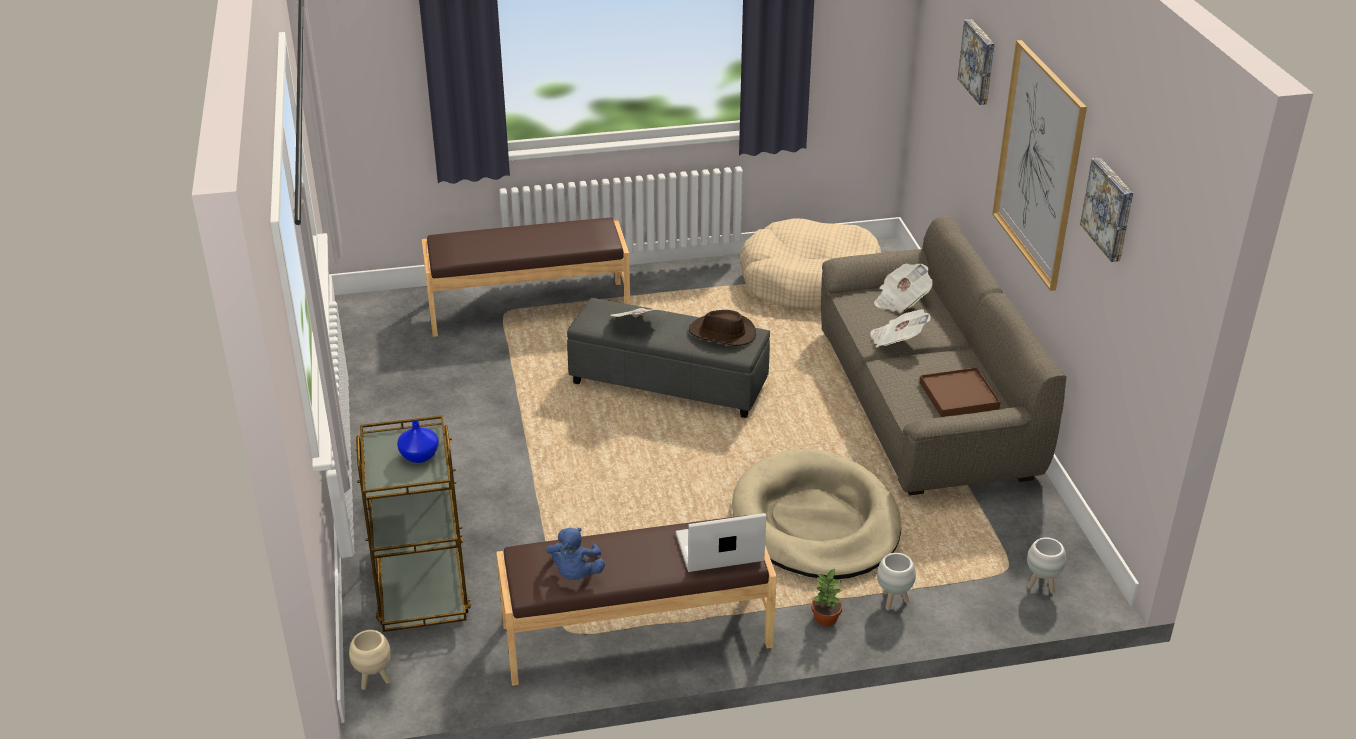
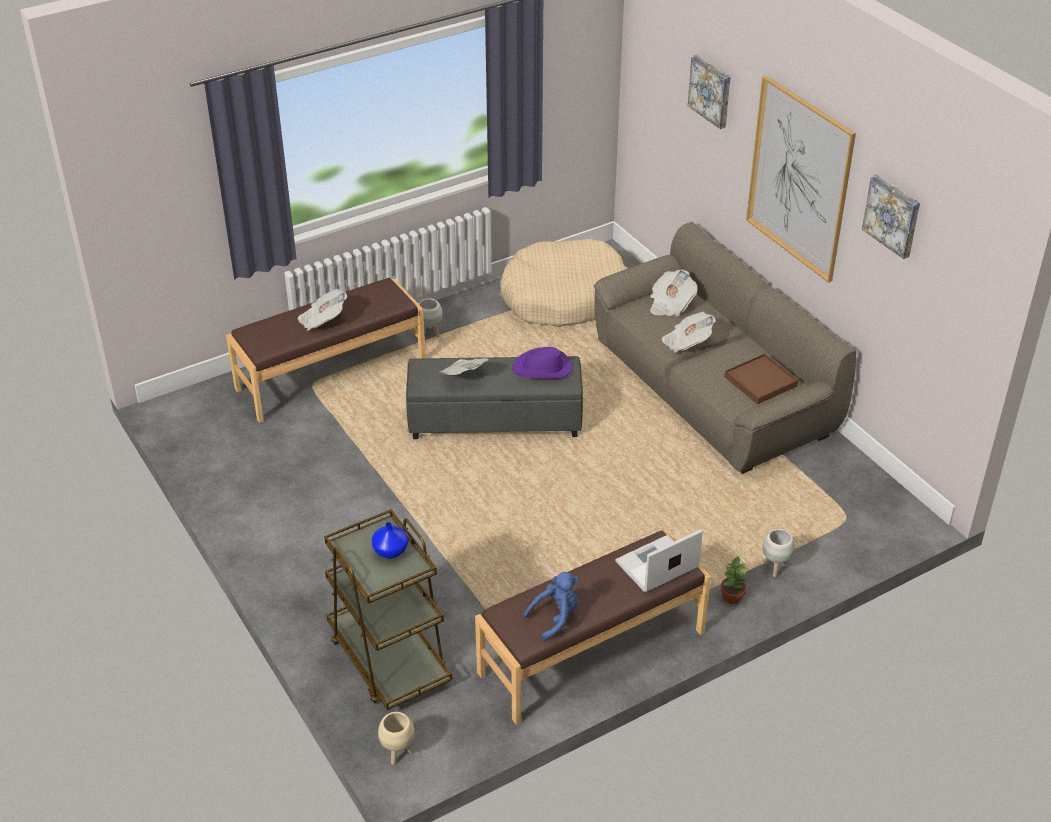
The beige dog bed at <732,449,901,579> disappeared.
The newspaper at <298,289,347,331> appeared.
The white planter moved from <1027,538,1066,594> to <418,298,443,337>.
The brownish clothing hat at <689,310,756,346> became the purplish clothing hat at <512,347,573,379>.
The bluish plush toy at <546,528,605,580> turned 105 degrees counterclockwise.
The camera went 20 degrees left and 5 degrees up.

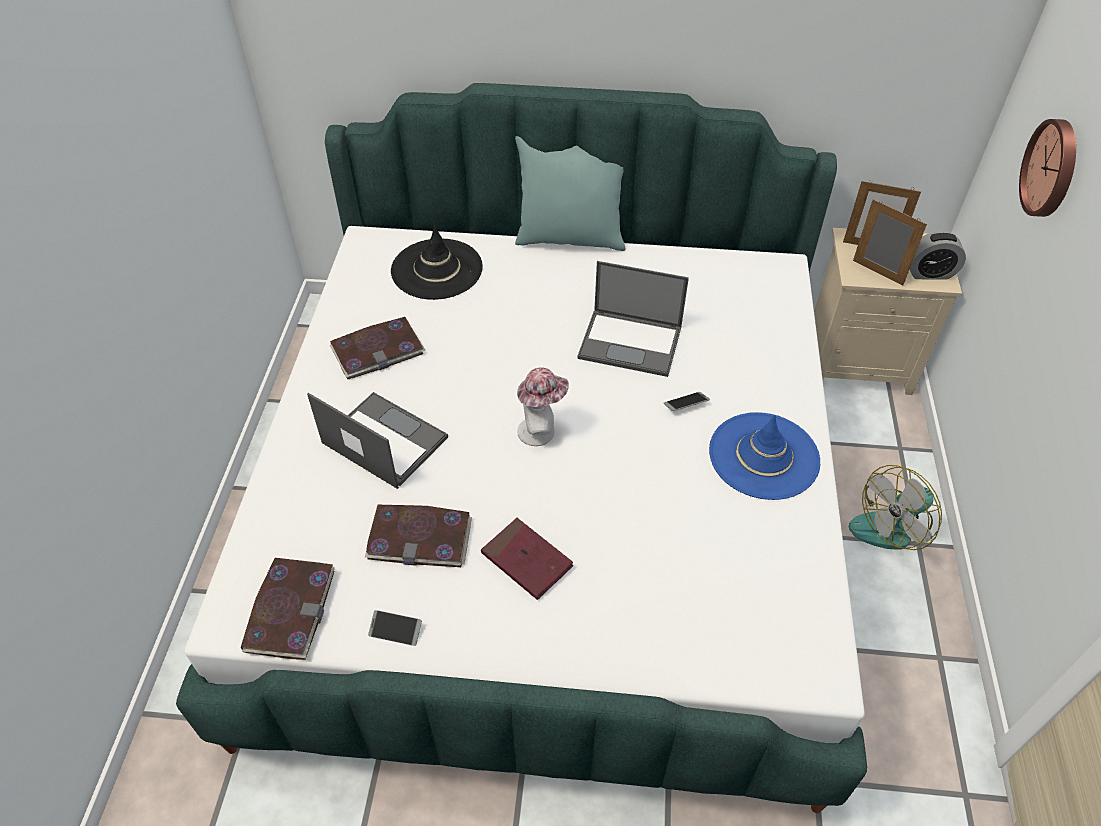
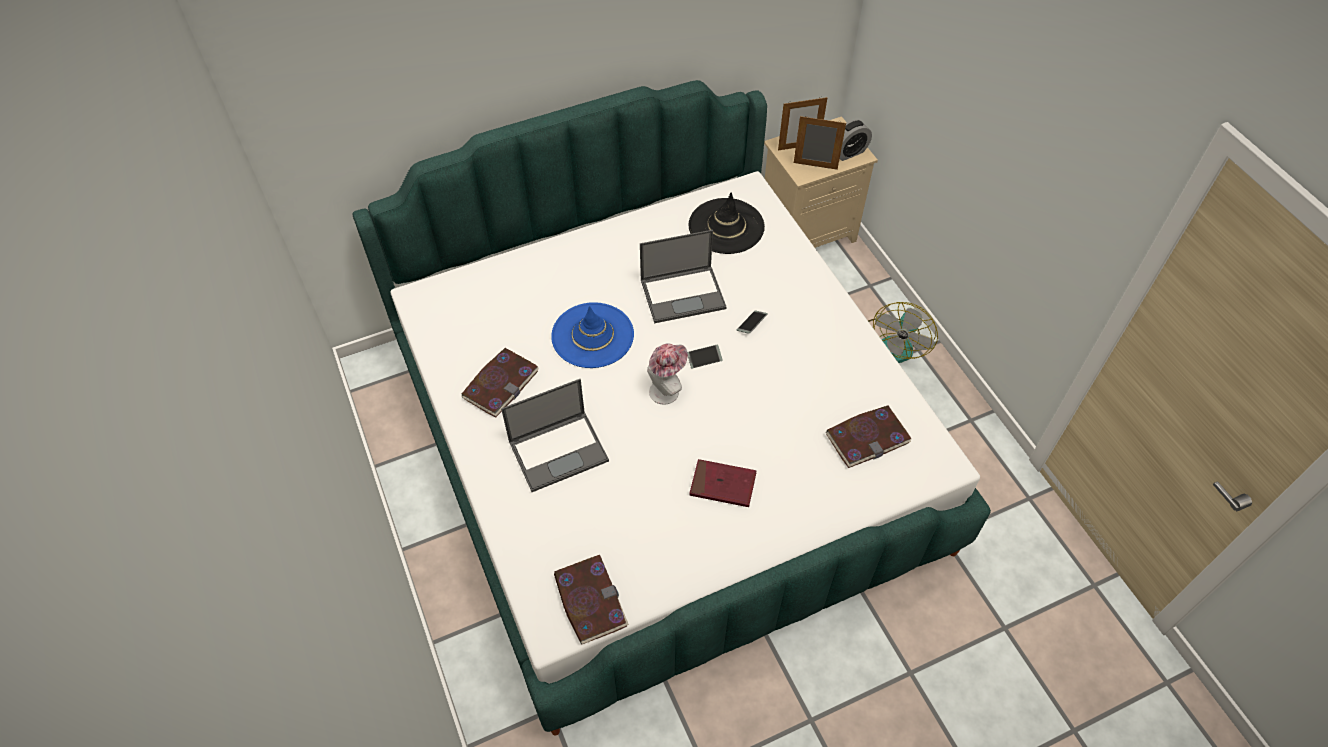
The blue-green pillow at <515,136,625,251> disappeared.
The clock on the wall at <1019,119,1076,217> disappeared.
The bound book moved from <365,505,472,567> to <826,405,911,468>.
The handset moved from <368,610,422,646> to <687,345,723,368>.
The blackish clothing hat moved from <391,225,483,300> to <688,192,765,254>.
The bluish clothing hat moved from <709,412,820,500> to <551,302,634,368>.
The notebook computer at <307,392,448,489> turned 150 degrees clockwise.
The camera went 30 degrees left and 5 degrees up.

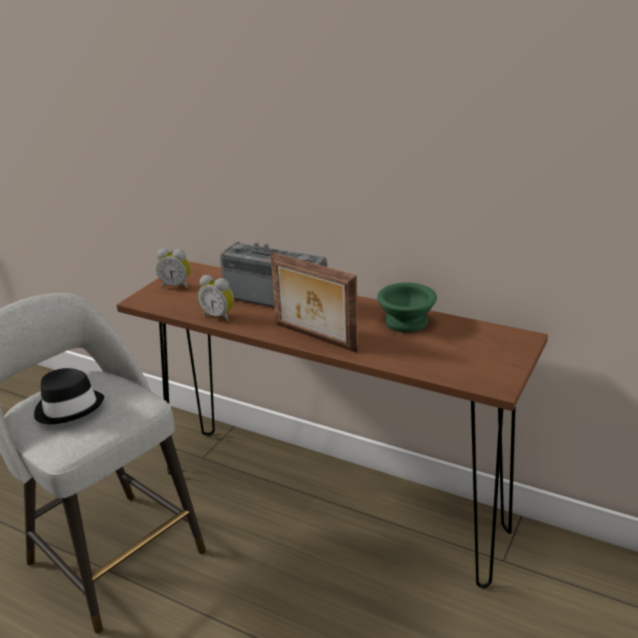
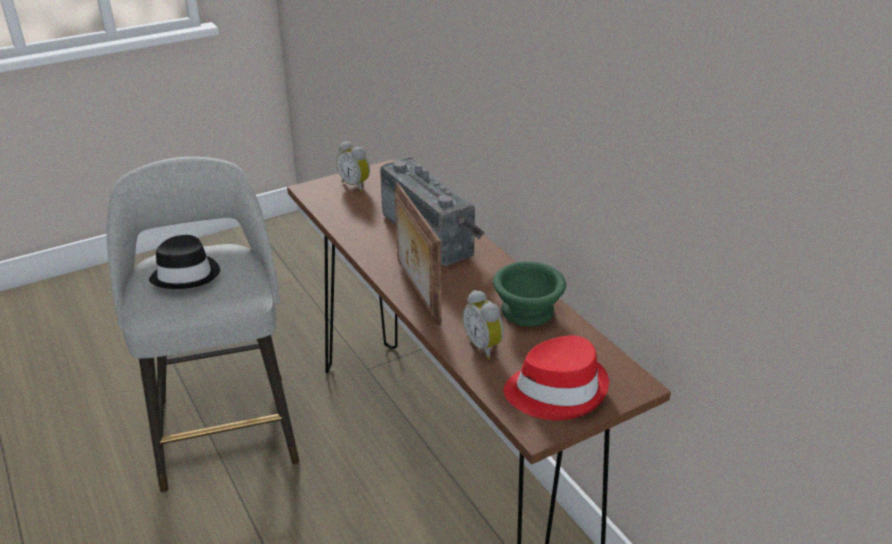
The reddish clothing hat at <504,335,609,420> appeared.
The bedside clock moved from <198,275,234,322> to <463,290,504,359>.
The camera went 30 degrees right and 5 degrees up.

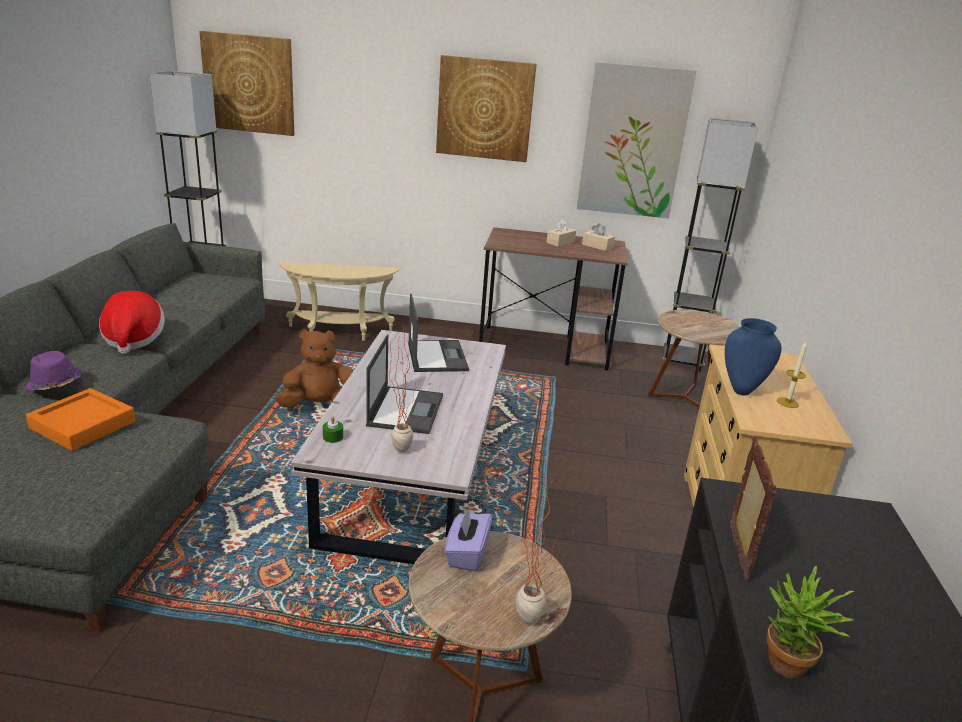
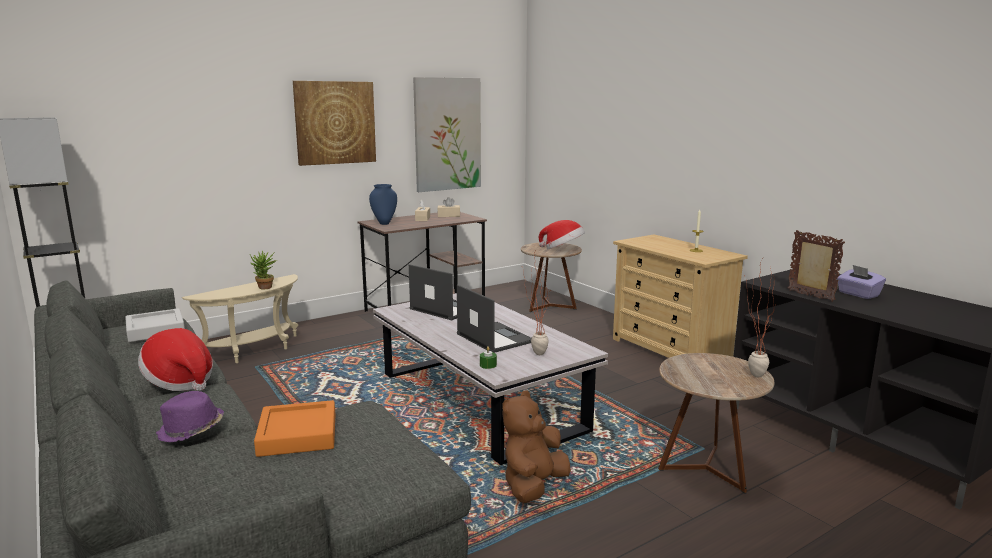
The wall picture at <199,31,294,136> disappeared.
The grey standard lamp at <663,117,759,372> disappeared.
The grey carrying tray at <125,308,185,342> appeared.
The clothing hat at <539,220,585,249> appeared.
The brownish plush toy moved from <276,329,354,408> to <502,391,571,503>.
The purplish tissue holder moved from <444,508,492,572> to <837,265,886,299>.
The bluish vase moved from <725,318,781,396> to <369,184,397,225>.
The plant in a pot moved from <767,566,854,679> to <250,250,277,289>.
The camera went 40 degrees left and 10 degrees down.

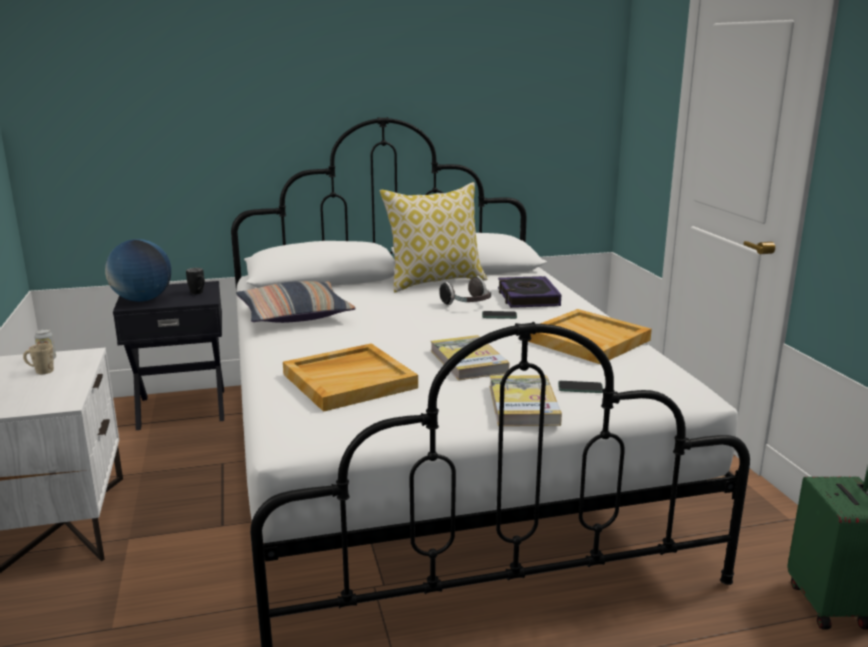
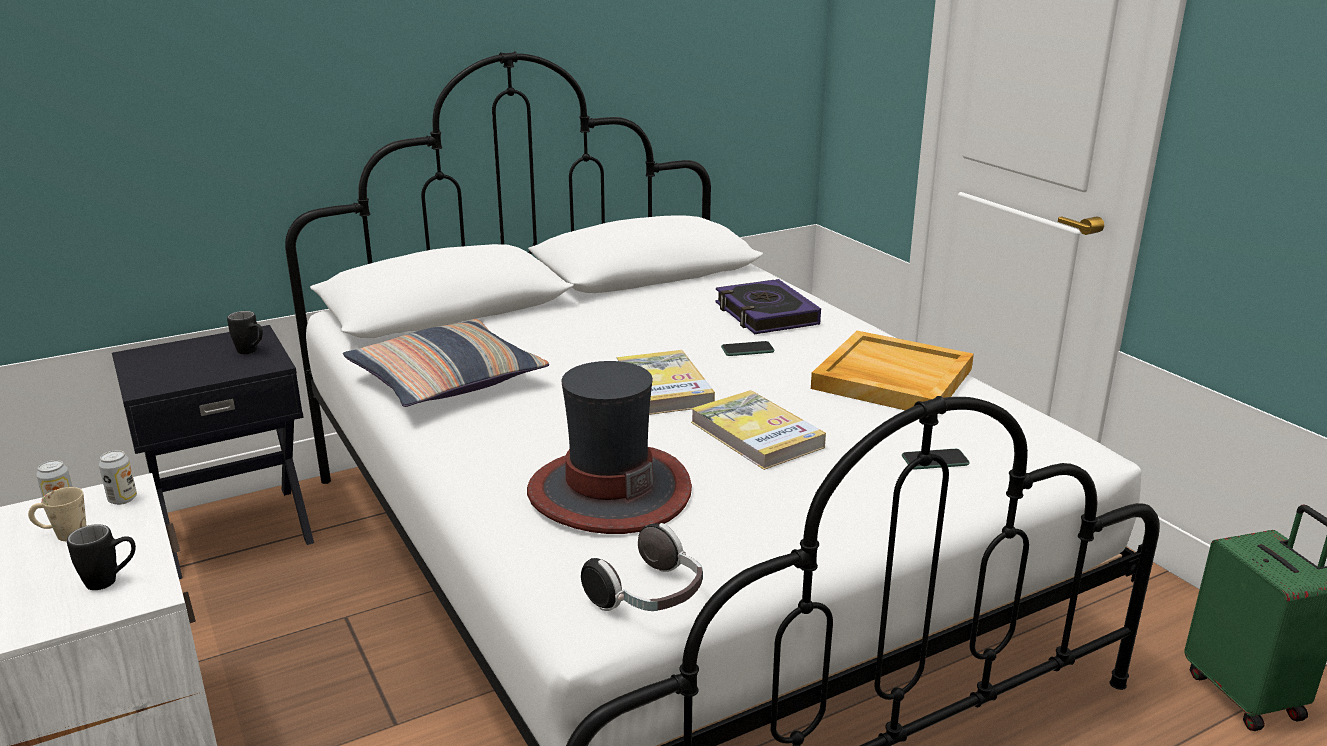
The world globe at <105,239,171,302> disappeared.
The pillow at <380,182,487,292> disappeared.
The blackish mug at <67,524,136,590> appeared.
The can at <99,450,137,505> appeared.
The headphones moved from <439,276,491,306> to <581,523,703,611>.
The bound book moved from <490,375,562,426> to <617,350,715,415>.
The beige carrying tray at <283,343,418,412> was replaced by the clothing hat at <527,361,692,534>.
The camera went 15 degrees left and 5 degrees up.

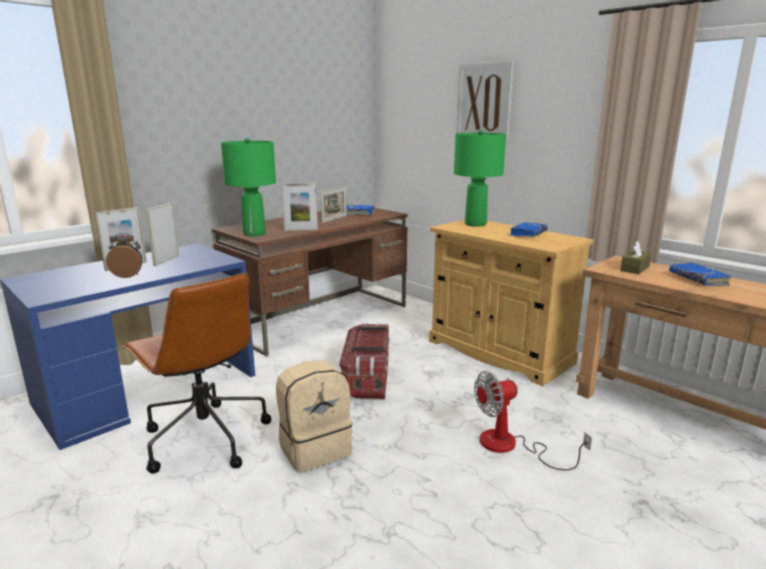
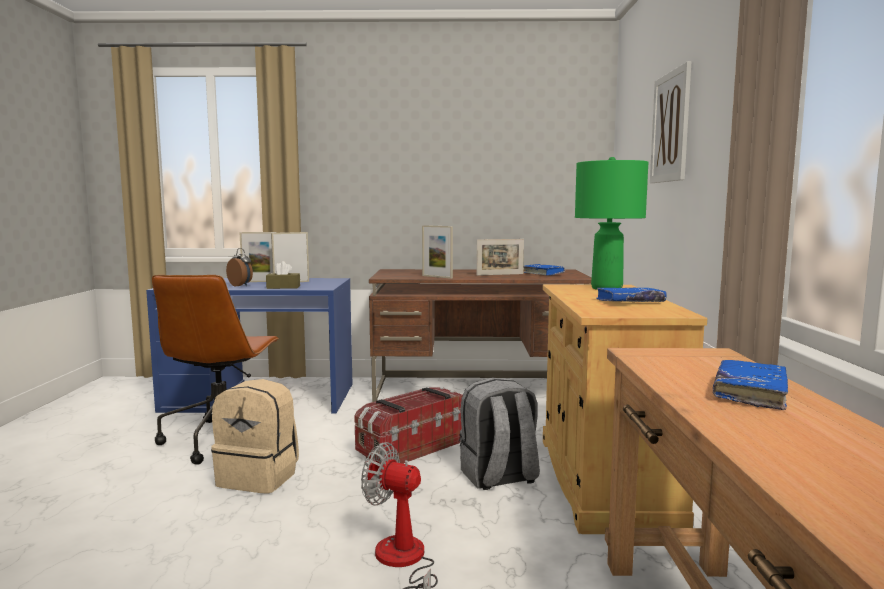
The green-coloured table lamp at <221,138,276,236> disappeared.
The grey backpack at <459,378,540,490> appeared.
The brownish tissue holder moved from <620,241,652,274> to <266,261,300,289>.
The camera went 45 degrees right and 10 degrees down.

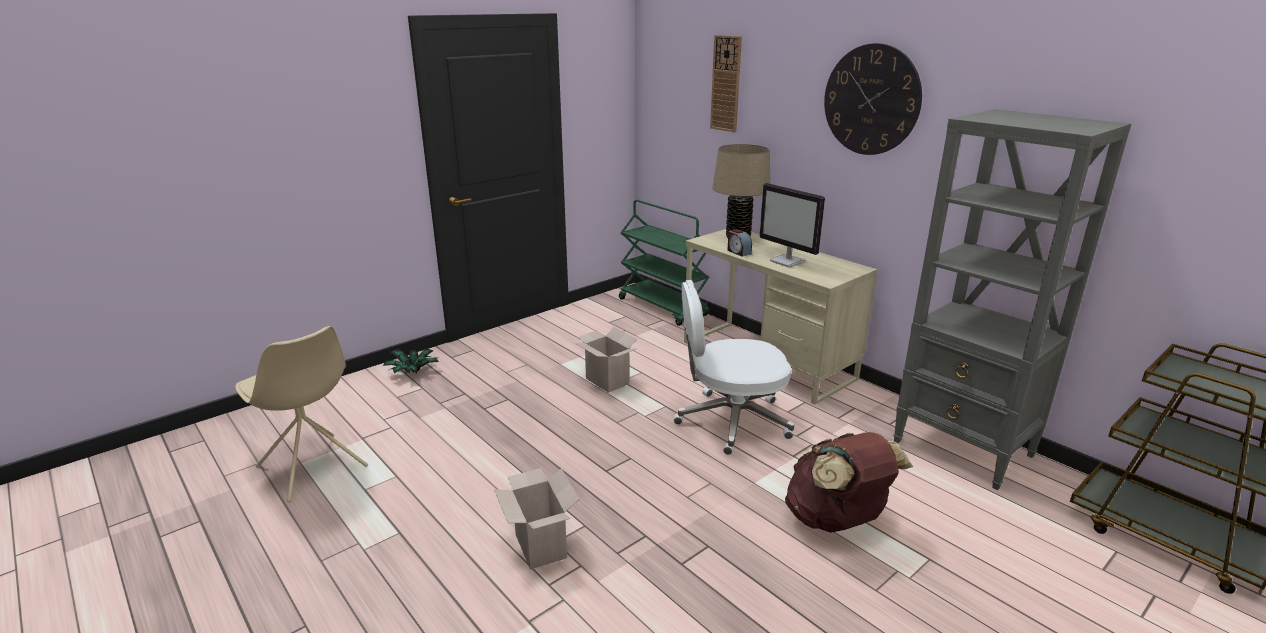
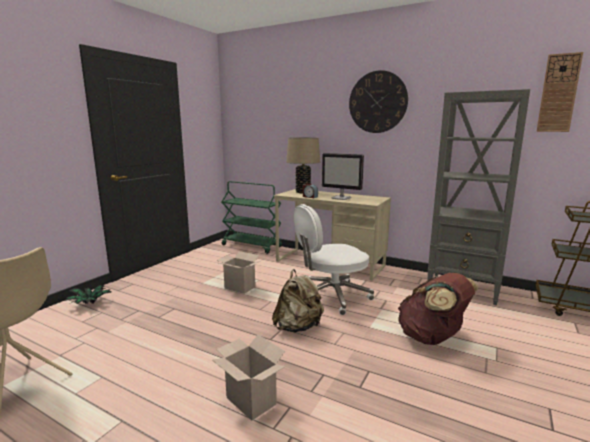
The beige backpack at <272,269,324,332> appeared.
The clock on the wall moved from <710,35,742,132> to <536,52,583,132>.
The camera went 20 degrees left and 10 degrees down.

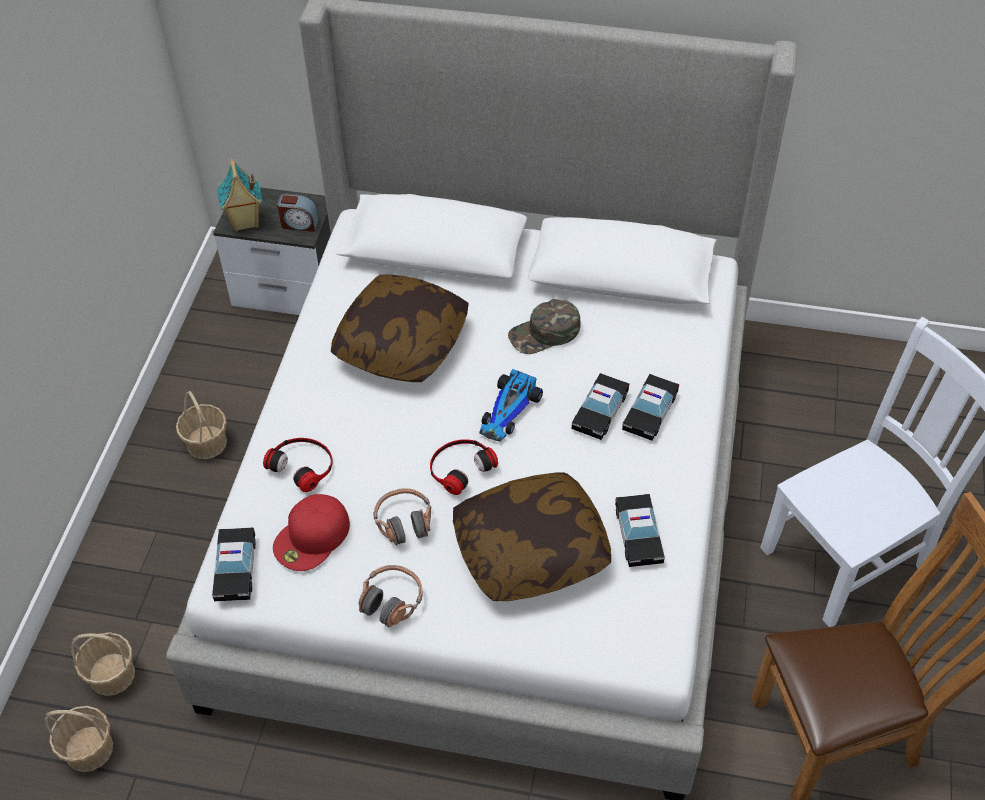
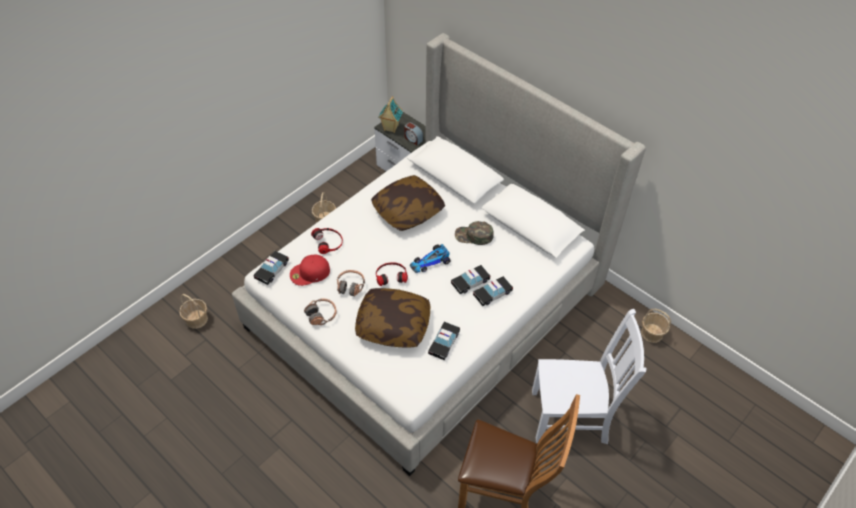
The household basket moved from <71,632,135,696> to <641,309,671,343>.
The camera went 30 degrees right and 0 degrees up.

